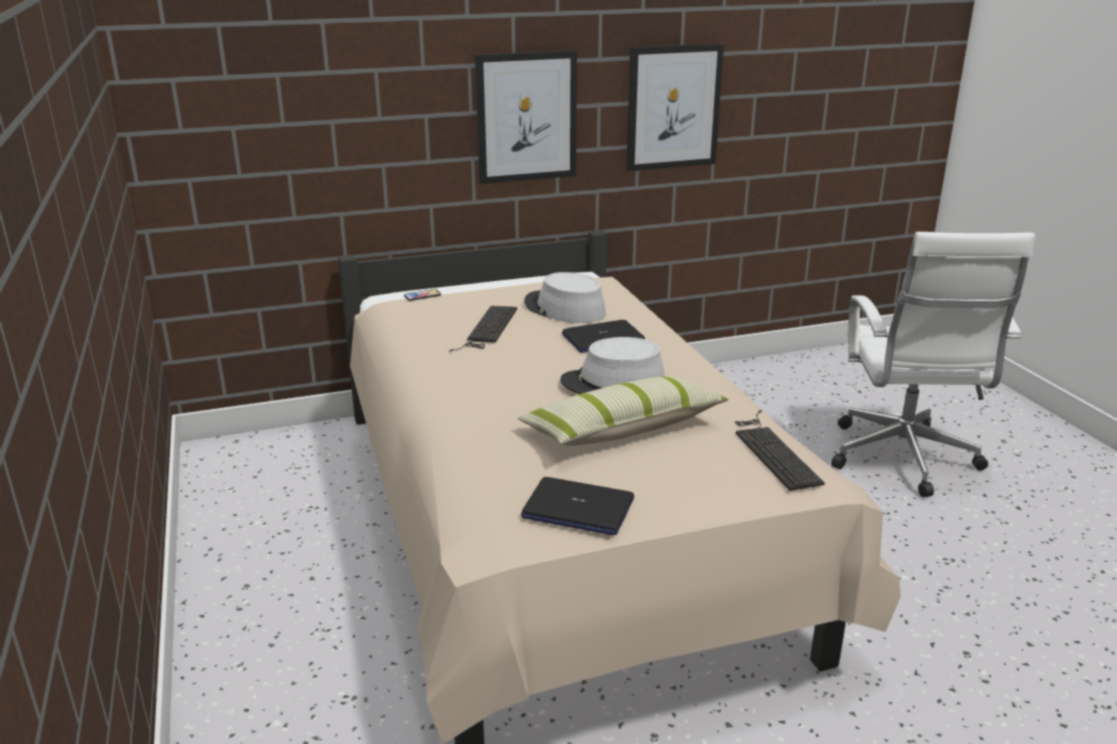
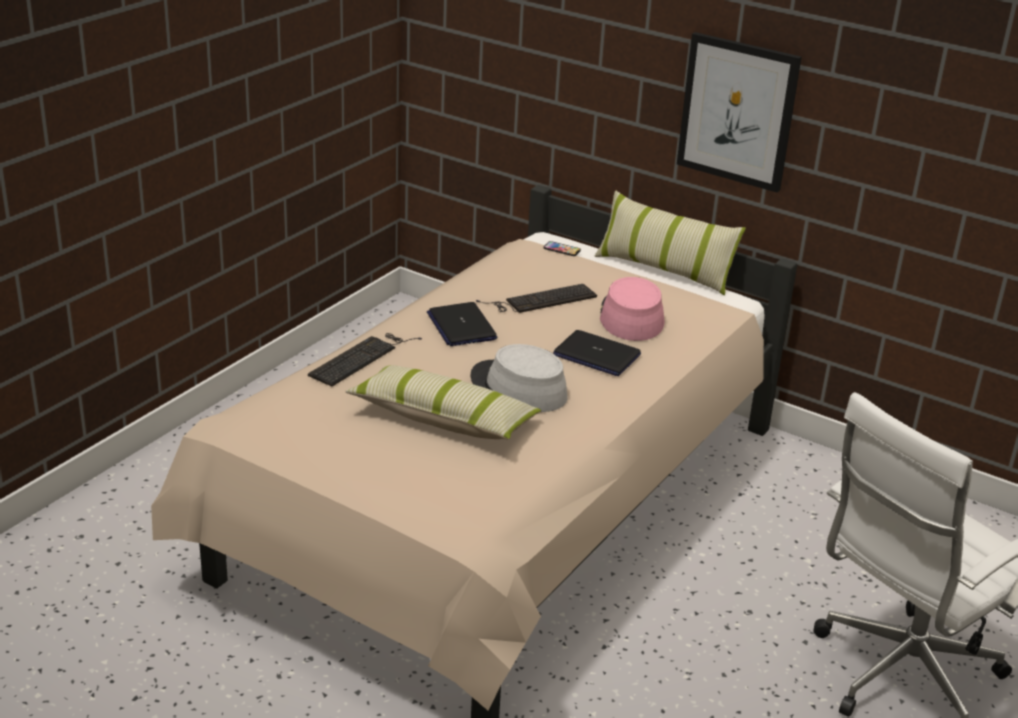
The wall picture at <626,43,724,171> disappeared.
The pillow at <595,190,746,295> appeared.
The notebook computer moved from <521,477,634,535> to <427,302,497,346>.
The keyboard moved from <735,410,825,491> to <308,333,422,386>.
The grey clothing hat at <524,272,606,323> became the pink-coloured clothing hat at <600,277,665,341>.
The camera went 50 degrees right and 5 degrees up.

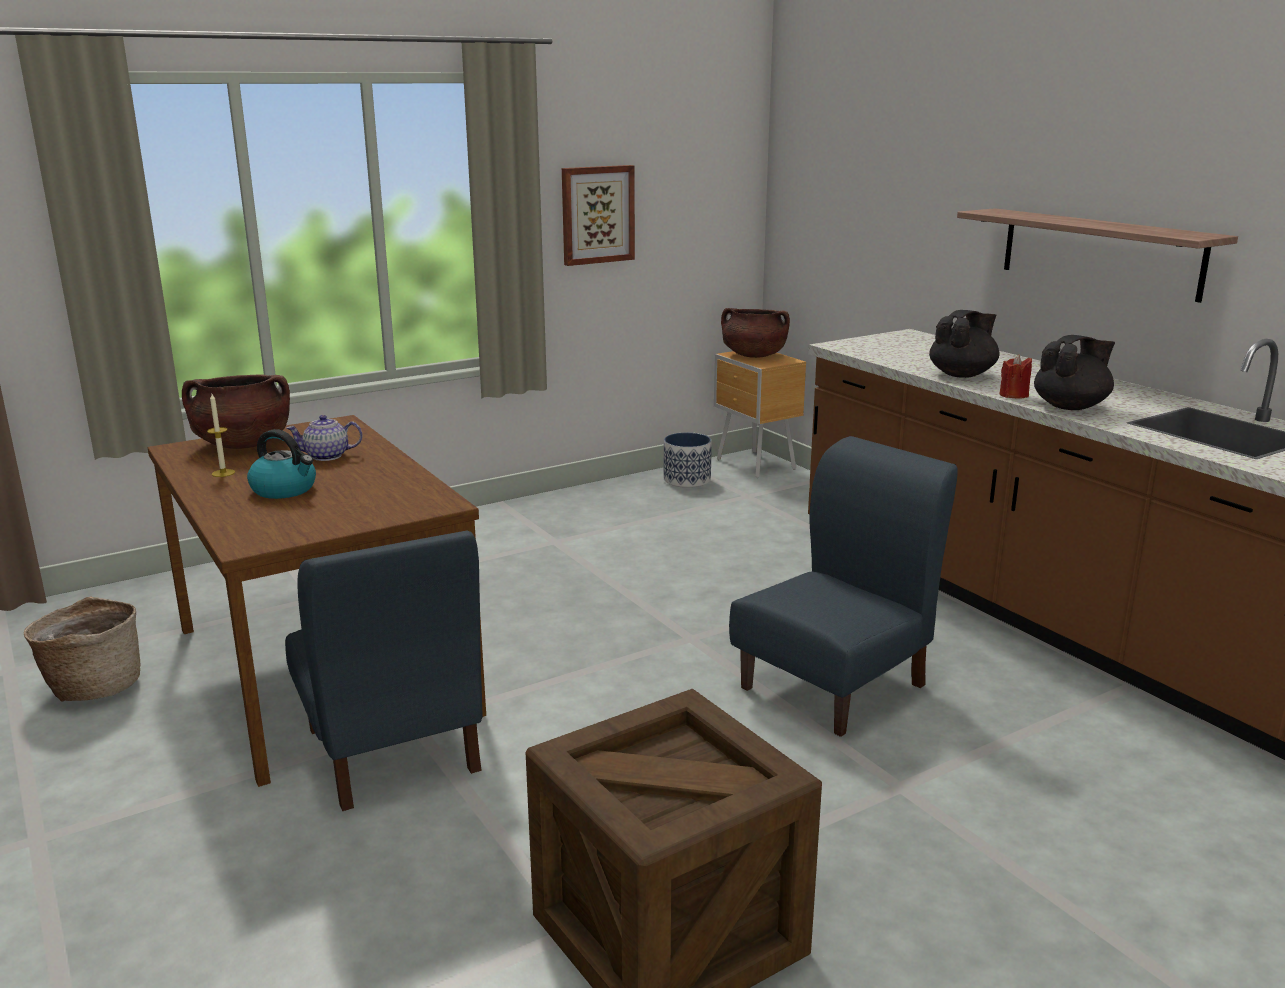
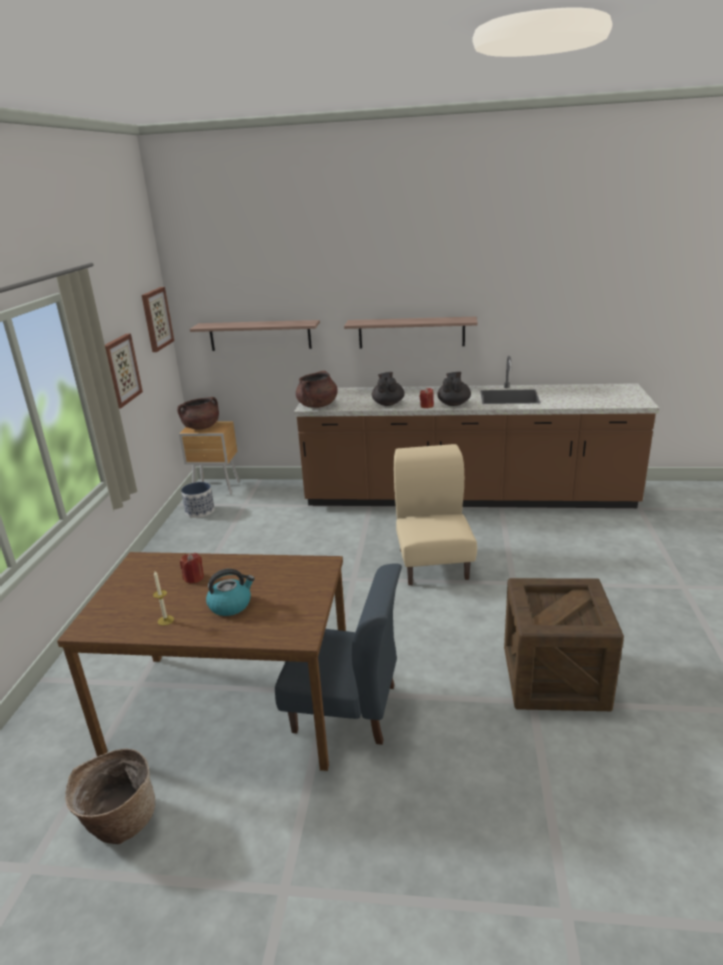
The wall picture at <142,287,174,352> appeared.
The bracket shelf at <190,320,320,351> appeared.
The brownish cooking pot moved from <182,374,290,449> to <296,371,338,408>.
The teapot at <286,415,362,461> was replaced by the reddish candle at <180,553,204,583>.
The bluish upright chair at <729,436,958,737> became the beige upright chair at <394,444,477,585>.
The camera went 50 degrees left and 5 degrees up.

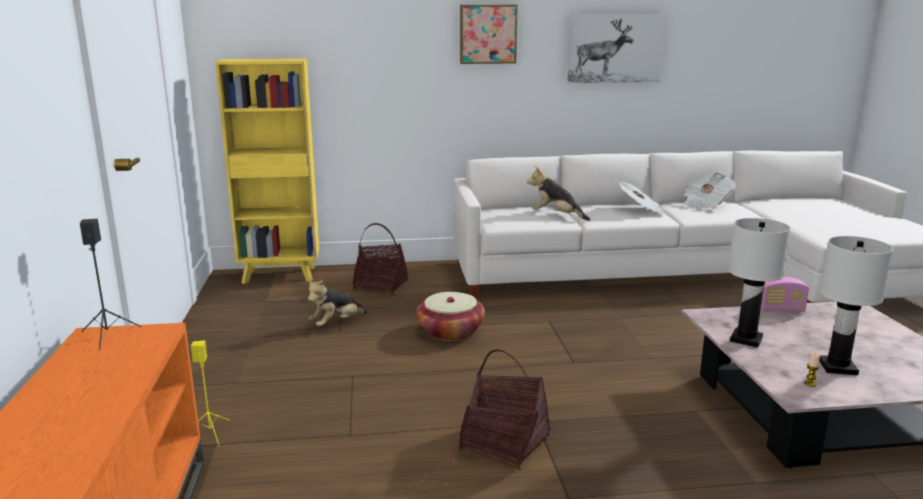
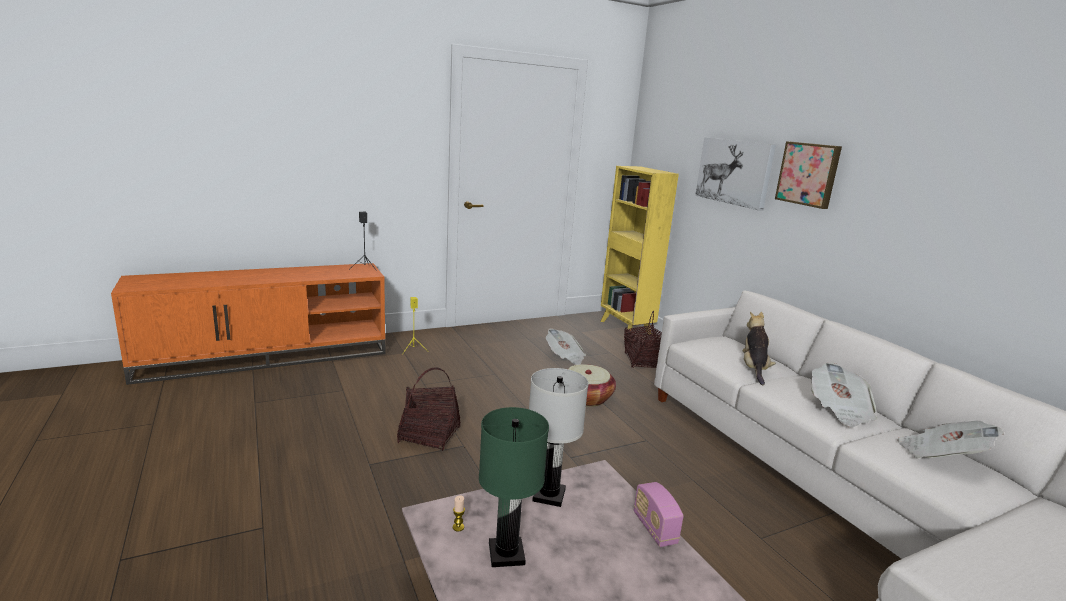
The wall picture moved from <567,15,666,83> to <695,137,776,210>.
The plush toy at <306,280,367,327> was replaced by the newspaper at <546,328,586,365>.
The white table lamp at <819,236,893,375> became the green-coloured table lamp at <479,407,549,567>.
The camera went 70 degrees right and 0 degrees up.

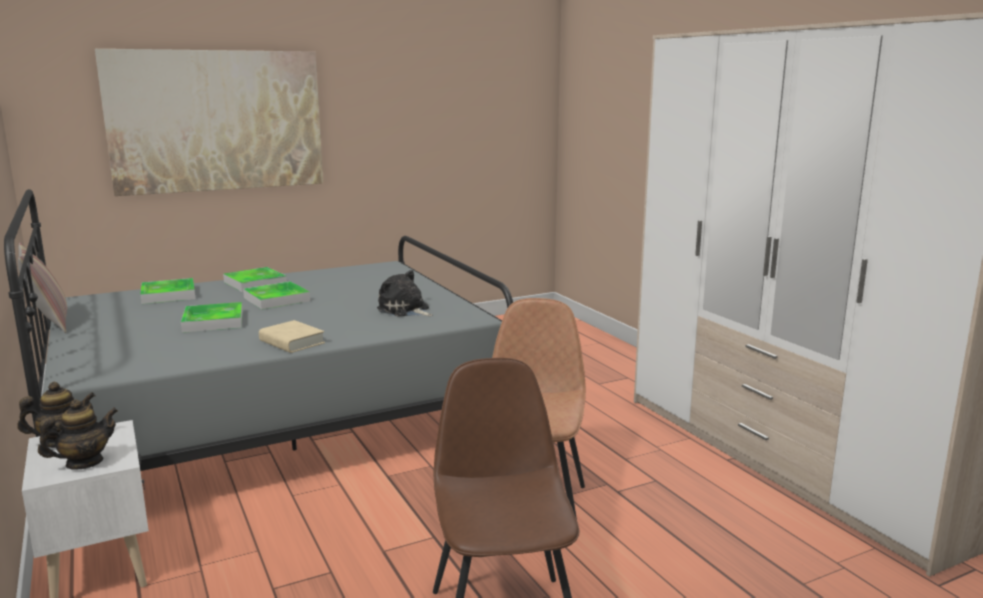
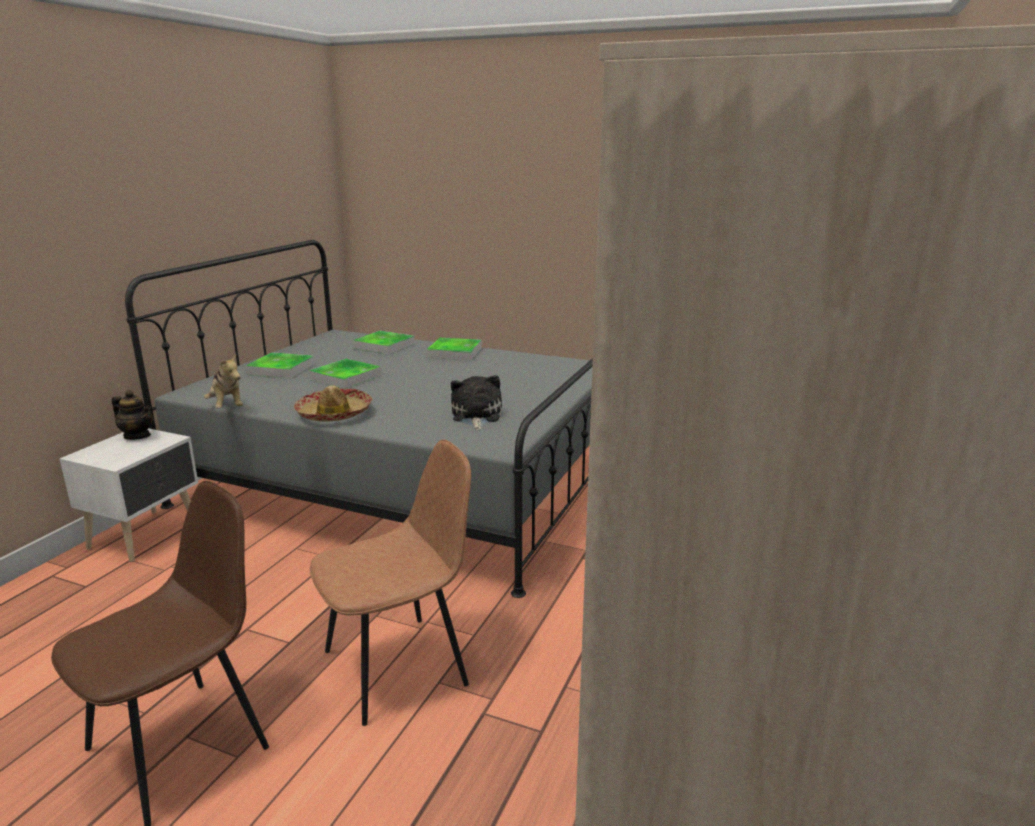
The pillow at <18,242,67,333> disappeared.
The teapot at <38,399,118,470> disappeared.
The wall picture at <95,49,323,196> disappeared.
The plush toy at <204,354,243,409> appeared.
The carrying tray moved from <243,281,310,310> to <245,352,314,379>.
The beige bound book at <259,320,325,353> was replaced by the clothing hat at <294,385,372,422>.
The camera went 50 degrees right and 5 degrees up.

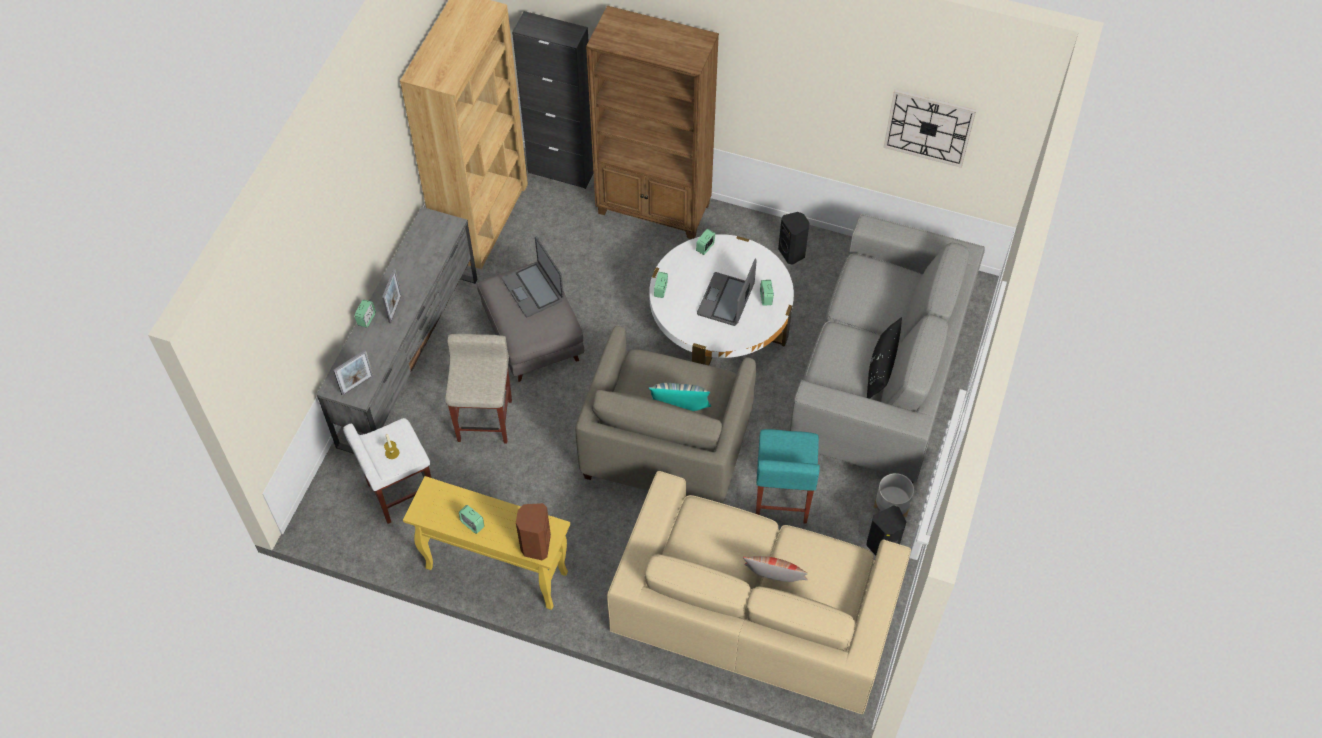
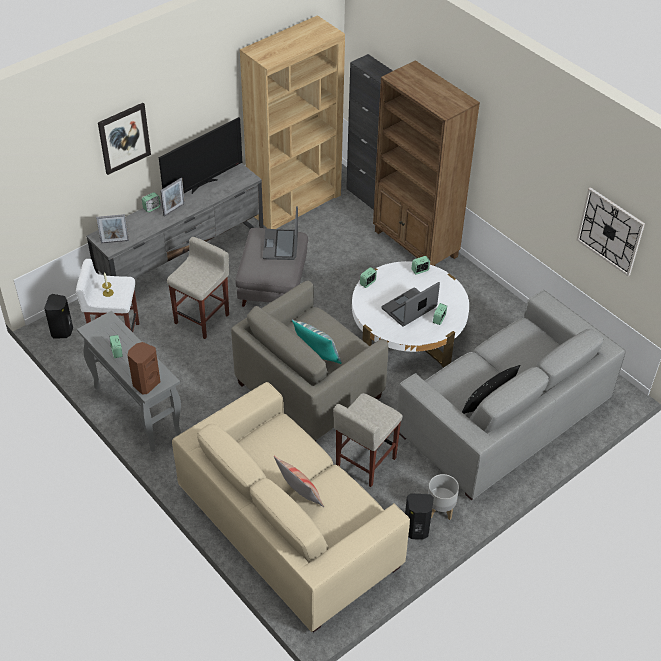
The wall picture at <98,103,151,175> appeared.
The television at <159,117,242,194> appeared.
The blackish loudspeaker moved from <778,212,810,265> to <44,294,73,339>.
The yellowish hall table at <403,476,570,610> became the grey hall table at <77,311,182,452>.
The blue-green sitting stool at <756,429,820,524> became the beige sitting stool at <333,393,403,487>.
The camera went 30 degrees right and 10 degrees down.

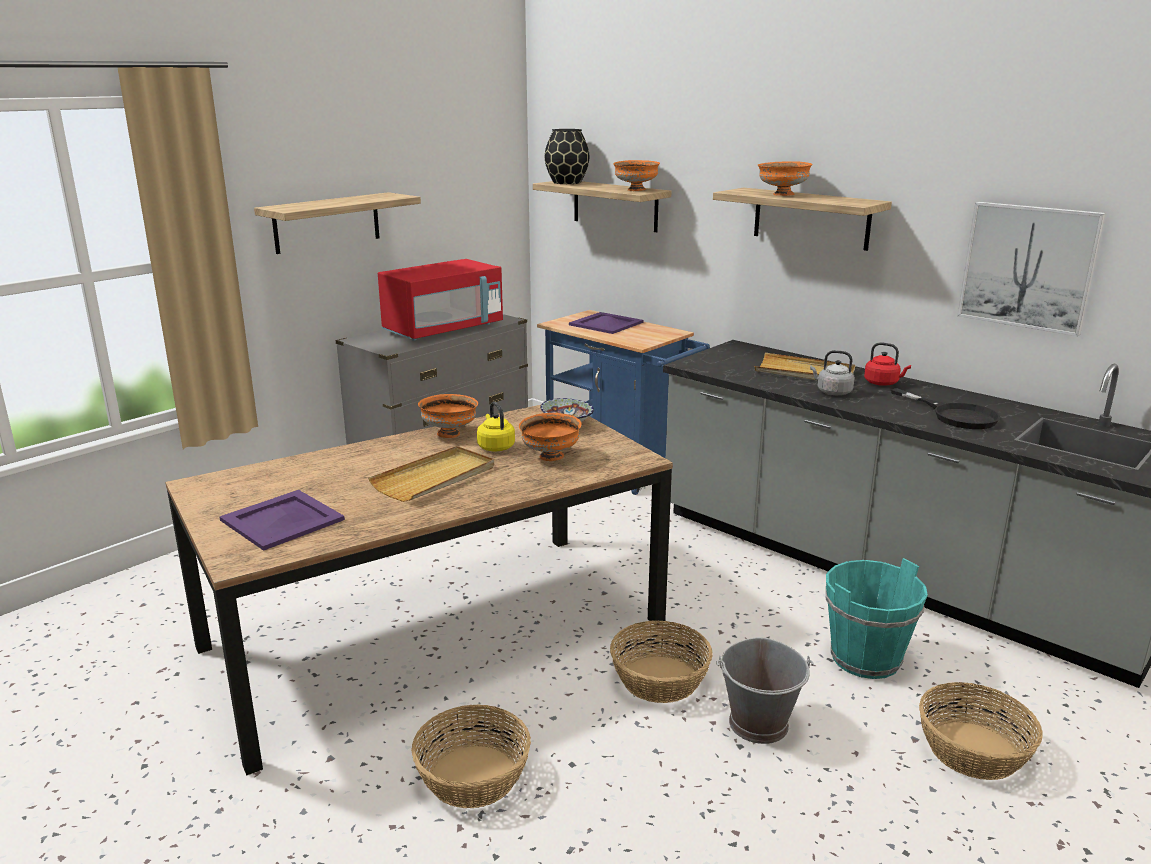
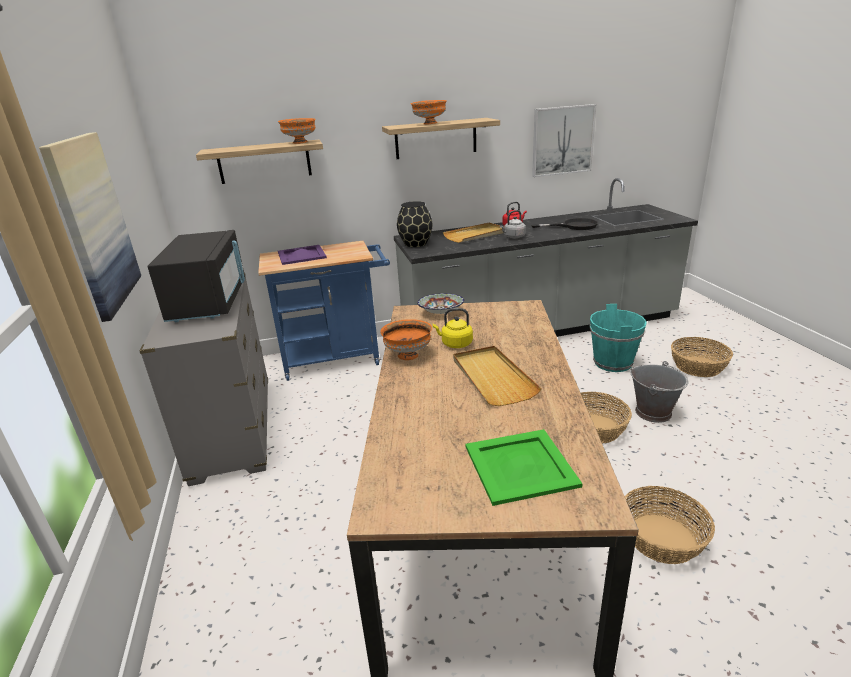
The orangey deep dish at <519,413,582,461> disappeared.
The blackish vase moved from <545,129,589,184> to <397,201,432,247>.
The bracket shelf at <254,192,421,254> was replaced by the wall picture at <39,132,141,322>.
The purplish carrying tray at <220,490,345,551> became the green-coloured carrying tray at <466,429,583,506>.
The reddish microwave oven at <378,259,503,341> became the blackish microwave oven at <147,230,245,322>.
The camera went 55 degrees left and 5 degrees up.

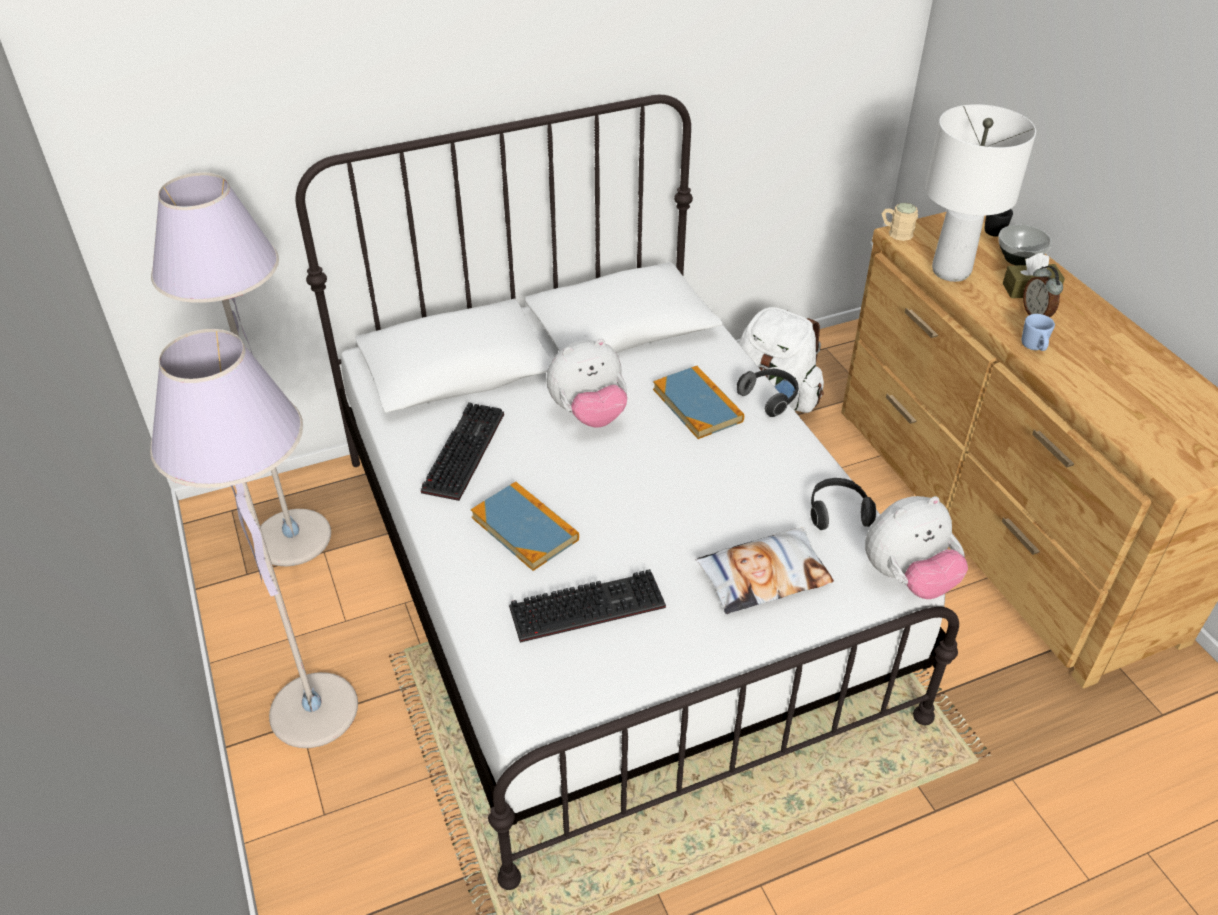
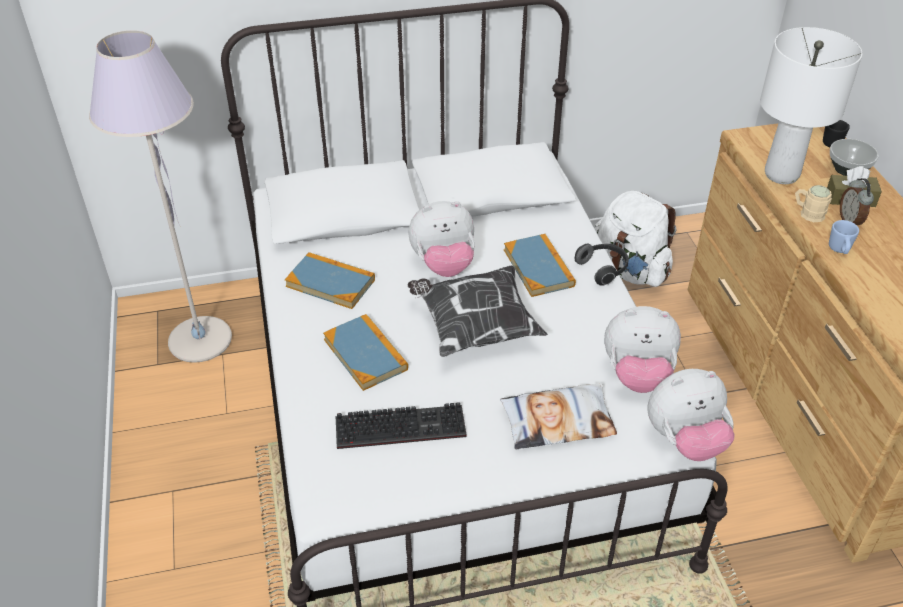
The grey standard lamp at <150,329,358,748> disappeared.
The pillow at <408,265,548,357> appeared.
The beige mug moved from <882,202,918,241> to <795,185,832,222>.
The keyboard at <421,402,504,501> was replaced by the bound book at <285,252,375,309>.
The headphones at <810,478,876,530> was replaced by the plush toy at <604,306,681,393>.
The camera went 10 degrees right and 0 degrees up.

